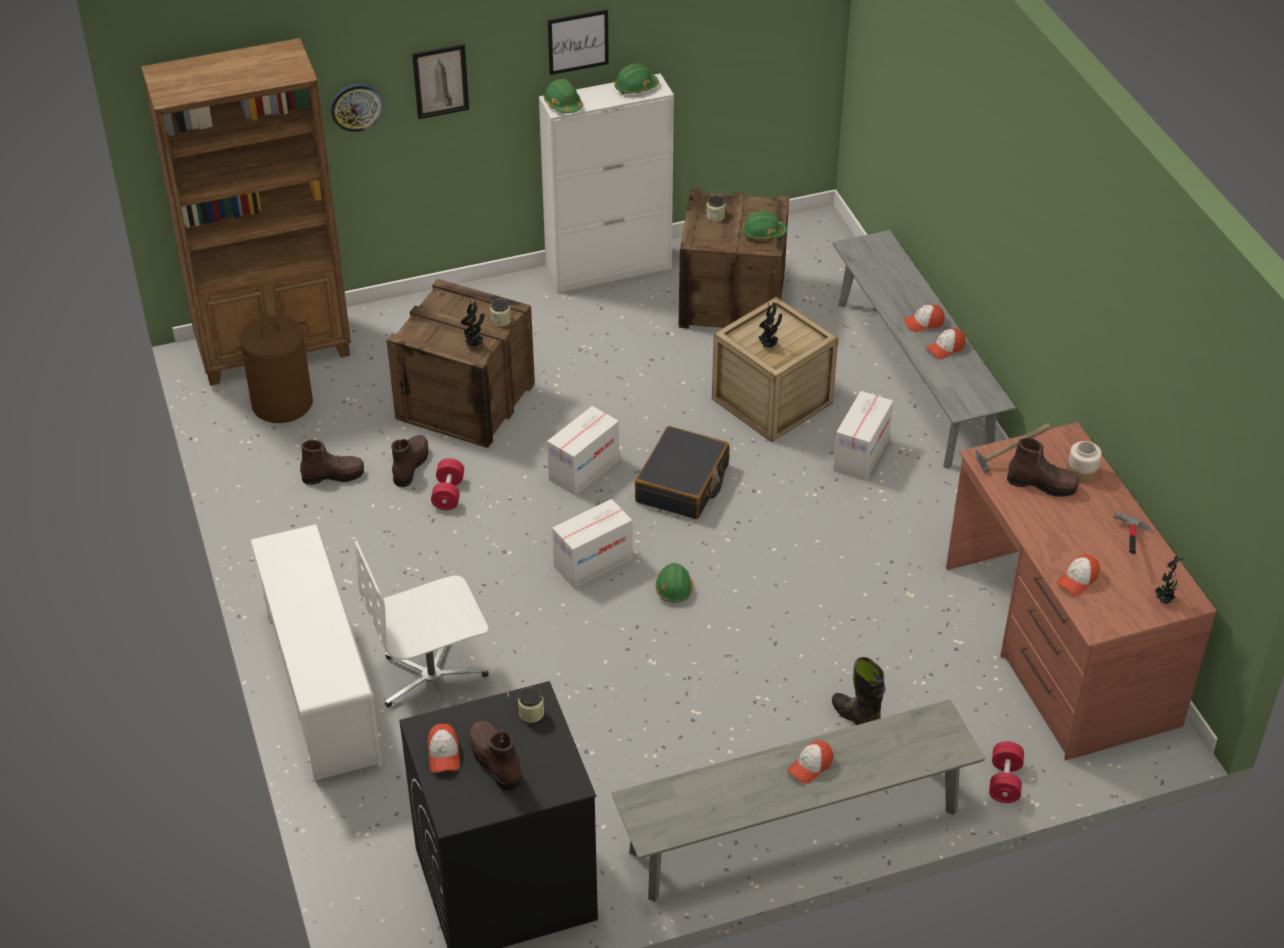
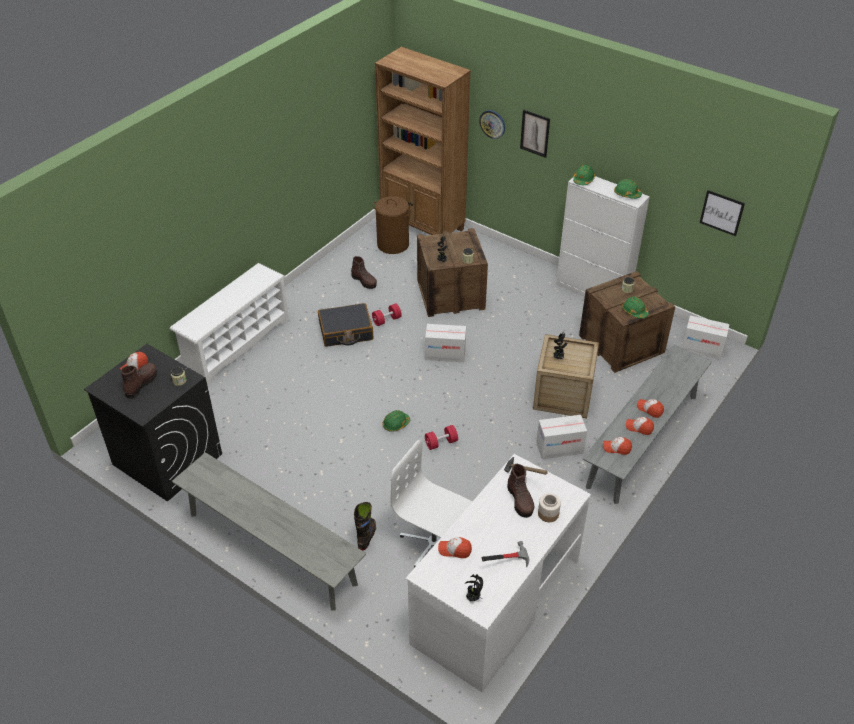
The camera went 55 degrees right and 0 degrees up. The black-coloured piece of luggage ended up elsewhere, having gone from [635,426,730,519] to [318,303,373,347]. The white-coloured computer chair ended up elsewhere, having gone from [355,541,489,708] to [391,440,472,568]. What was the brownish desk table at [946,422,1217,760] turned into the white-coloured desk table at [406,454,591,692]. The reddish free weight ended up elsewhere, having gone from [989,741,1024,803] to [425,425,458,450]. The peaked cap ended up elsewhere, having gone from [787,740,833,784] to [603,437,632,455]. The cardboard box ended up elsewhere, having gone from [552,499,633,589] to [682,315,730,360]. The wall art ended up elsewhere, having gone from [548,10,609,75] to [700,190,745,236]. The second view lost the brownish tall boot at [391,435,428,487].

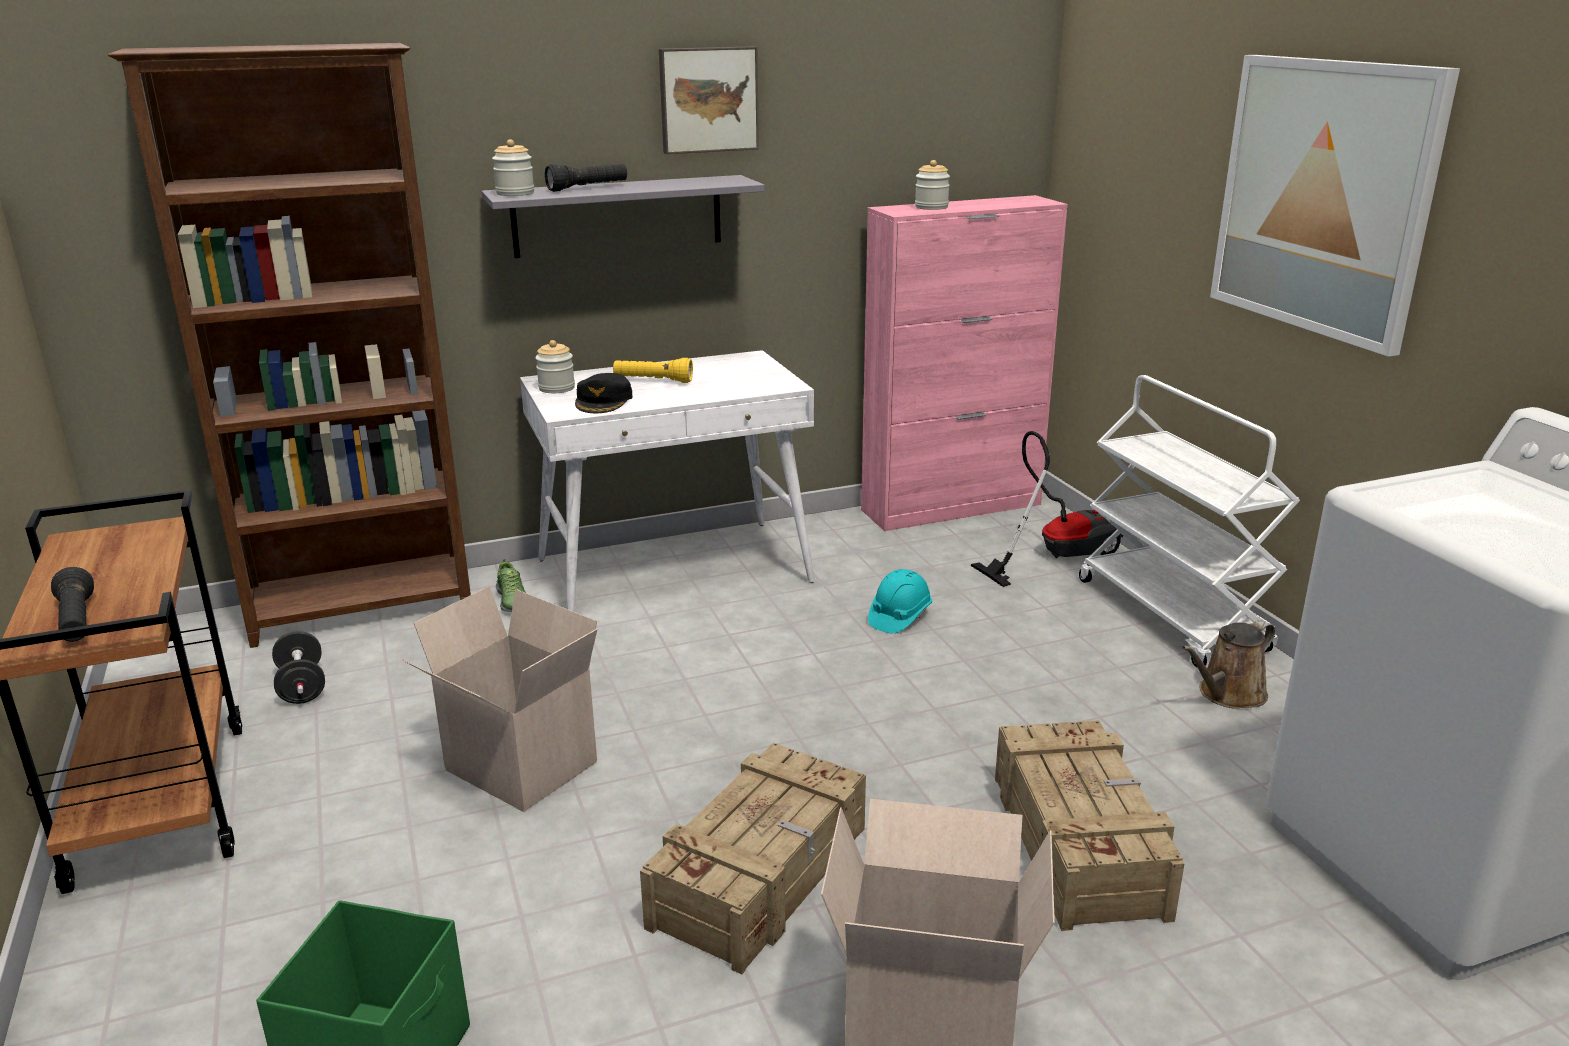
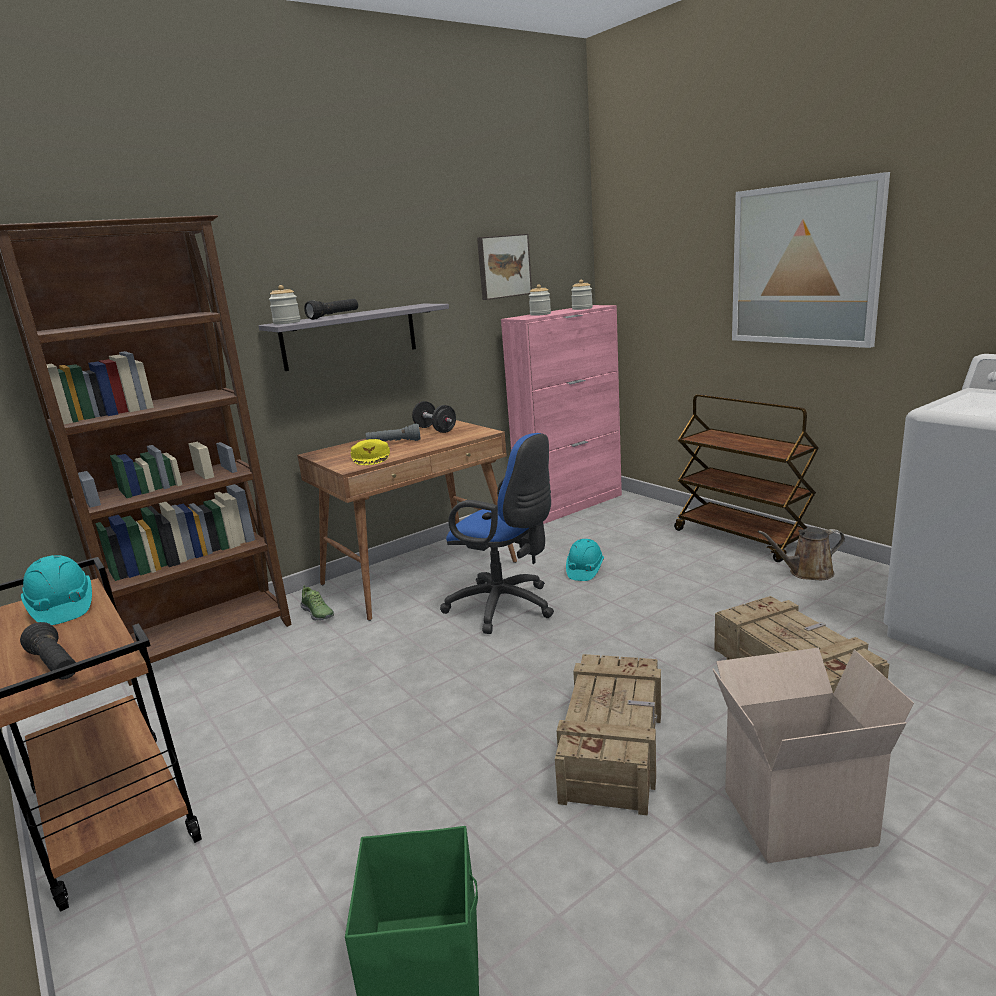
The camera went 15 degrees left and 5 degrees down. The second view gained the turquoise safety helmet at [21,555,92,625]. What was the white-coloured desk table at [520,350,815,612] turned into the brownish desk table at [297,420,517,621]. What was the black-coloured peaked cap at [575,373,632,413] turned into the yellow peaked cap at [351,439,390,465]. What was the yellow flashlight at [613,358,693,383] turned into the grey flashlight at [366,424,421,441]. The black-coloured free weight ended up elsewhere, having gone from [272,631,325,704] to [412,401,456,433]. The second view gained the bluish computer chair at [440,433,554,634]. The wall art ended up elsewhere, having gone from [659,46,759,154] to [477,234,532,300]. The jar ended up elsewhere, having gone from [535,340,575,393] to [571,280,593,310]. What was the white-coloured trolley at [1079,375,1300,668] turned into the brownish trolley at [674,394,819,562]. The brownish watering can at [1182,620,1275,709] ended up facing another way, 45 degrees clockwise from before. The second view lost the cardboard box at [398,586,597,812]. The second view lost the vacuum cleaner at [971,431,1123,587].

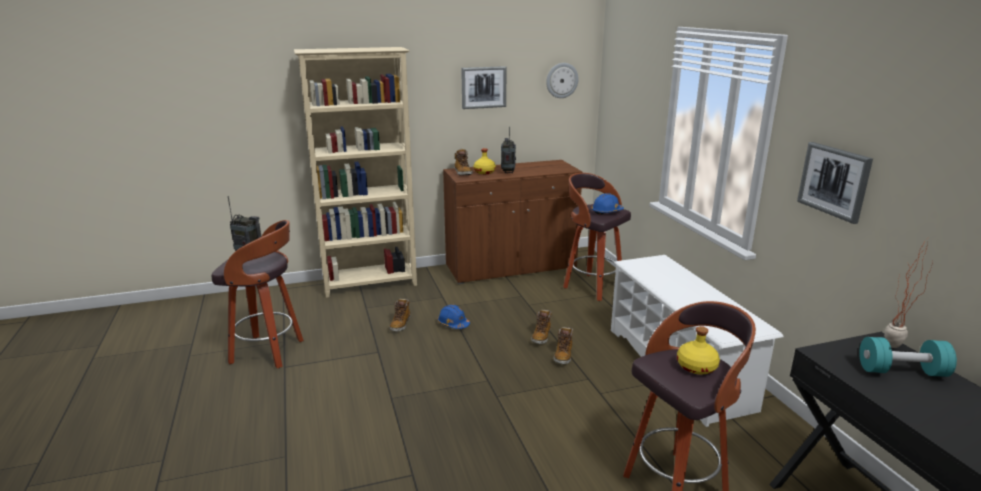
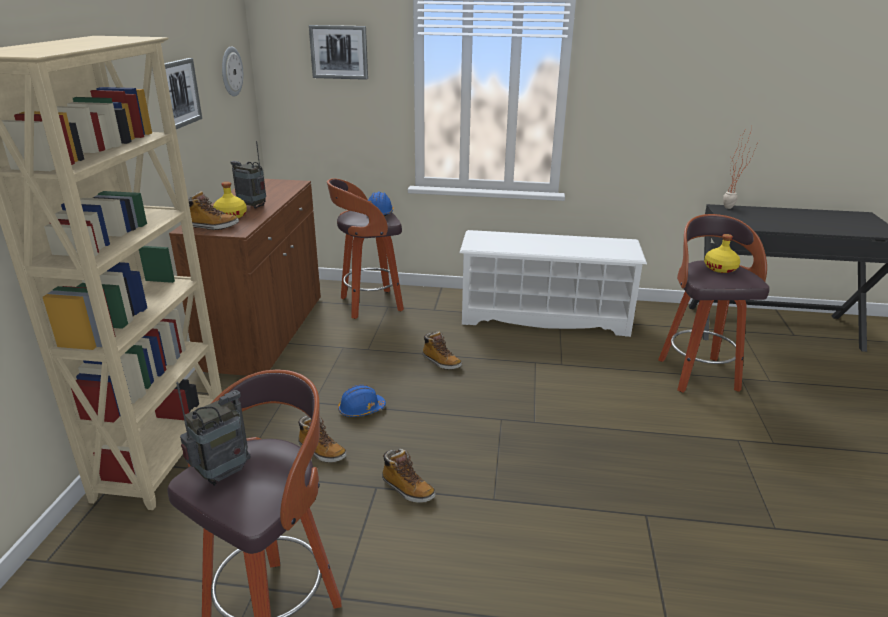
The camera went 65 degrees left and 5 degrees up. The wall art ended up elsewhere, having gone from [797,142,873,224] to [309,25,368,80]. The tall boot ended up elsewhere, having gone from [553,327,573,364] to [382,448,436,503]. The second view lost the turquoise free weight at [859,337,957,377].

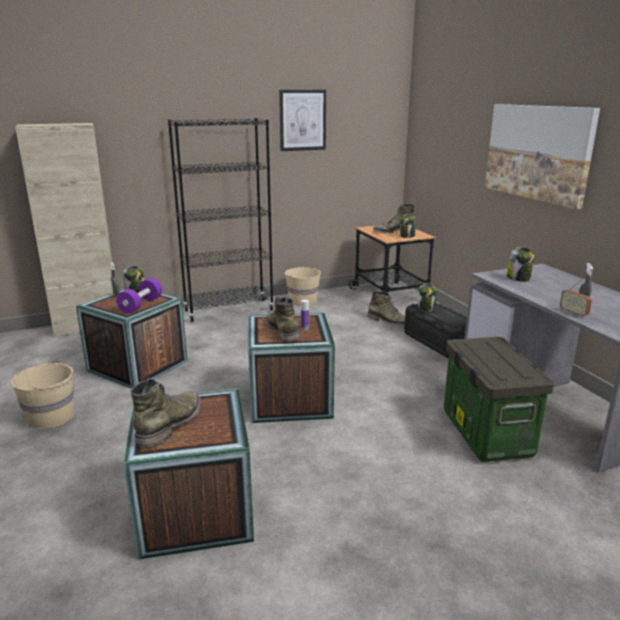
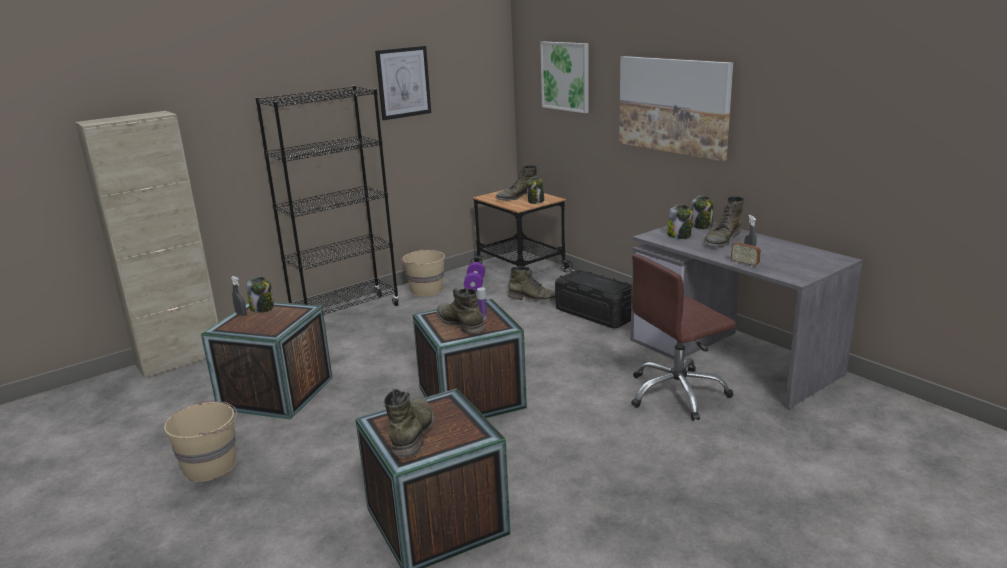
The camera went 15 degrees left and 0 degrees up. The purple free weight ended up elsewhere, having gone from [116,278,162,313] to [464,262,485,292]. The second view gained the wall art at [540,42,589,113]. Where the storage bin stood at [444,337,554,462], the brownish computer chair came to stand at [631,254,736,421]. The jar ended up elsewhere, having gone from [418,283,436,311] to [691,196,713,229]. The second view gained the greenish tall boot at [704,196,744,247].

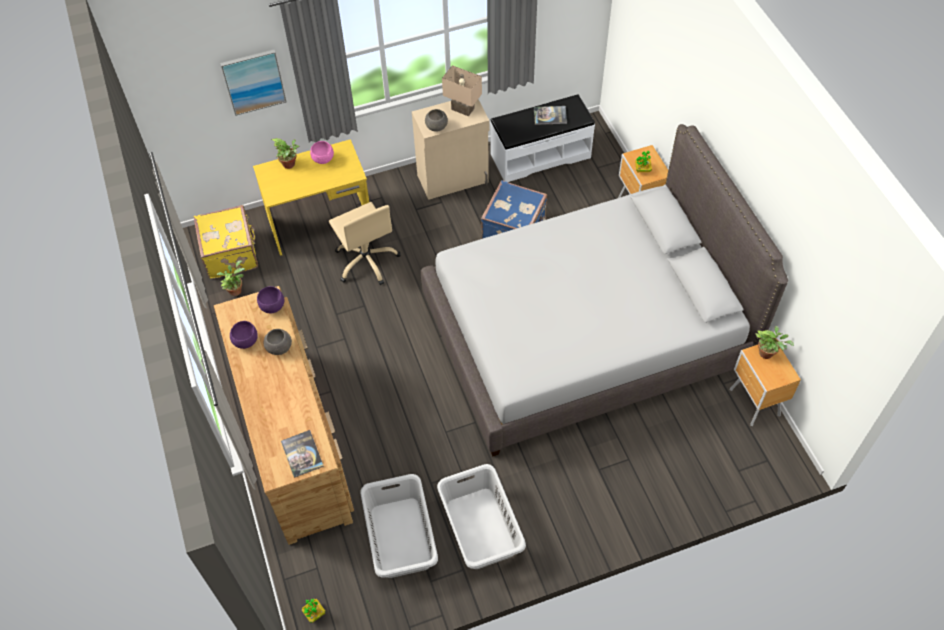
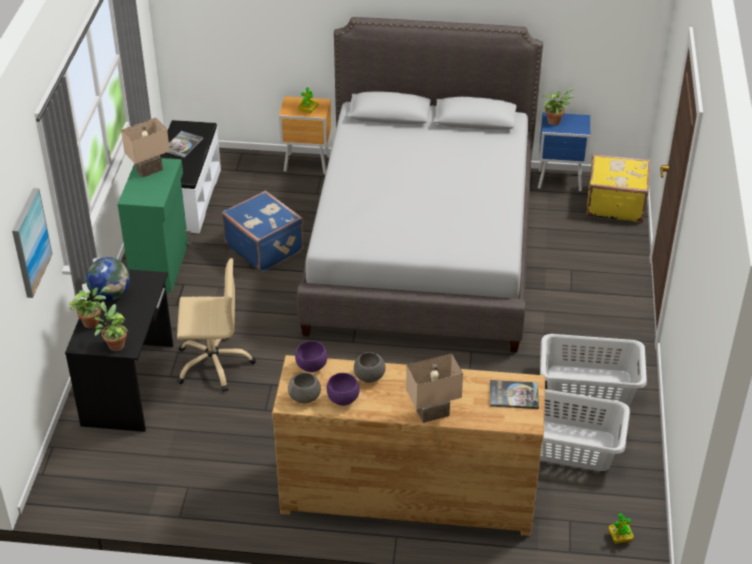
The camera went 65 degrees left and 15 degrees down. What was the yellow desk table at [253,139,369,256] turned into the black-coloured desk table at [65,269,173,432]. Where the pinkish bowl stood at [310,141,334,164], the globe came to stand at [86,257,130,300]. The plant in a pot ended up elsewhere, having gone from [217,260,245,296] to [95,302,128,351]. What was the beige-coloured cupboard at [412,99,489,200] turned into the greenish cupboard at [118,158,192,293]. The grey bowl ended up elsewhere, having gone from [425,109,448,132] to [288,373,321,403]. The second view gained the beige-coloured table lamp at [406,354,463,423]. What was the brownish night table at [730,345,801,426] turned into the bluish night table at [538,112,590,192]. The yellow piece of luggage ended up elsewhere, having gone from [193,205,258,279] to [586,154,651,222].

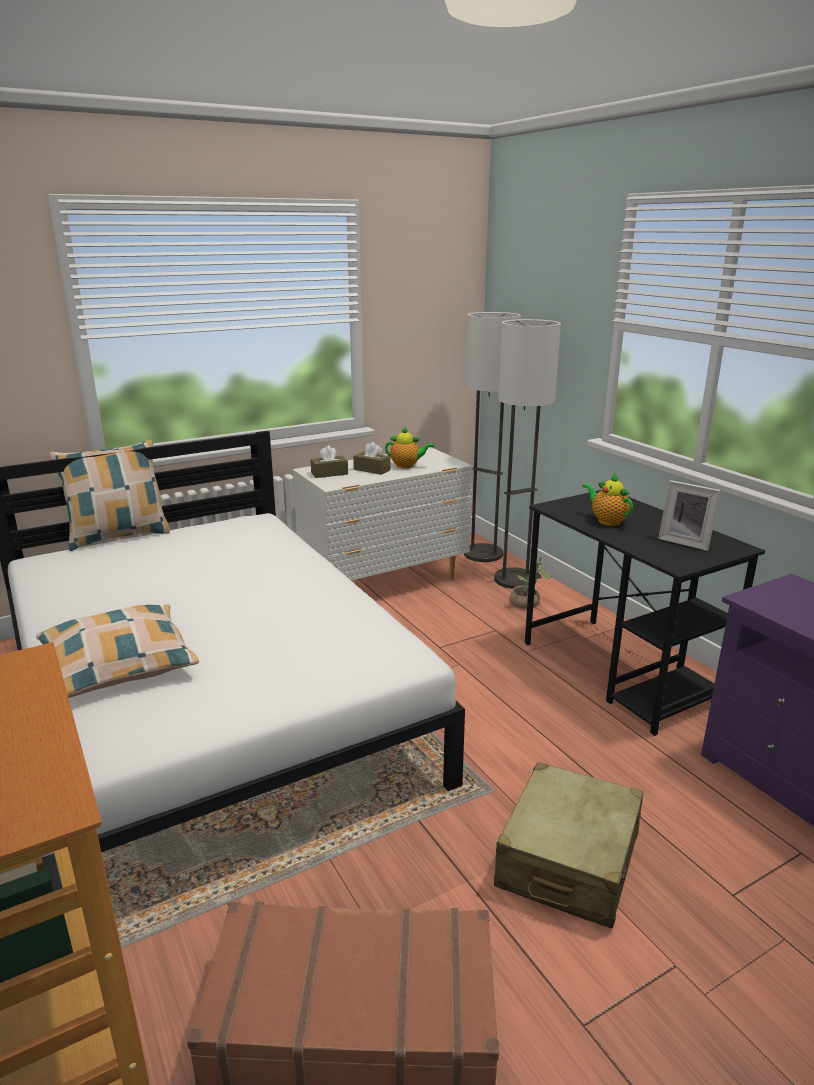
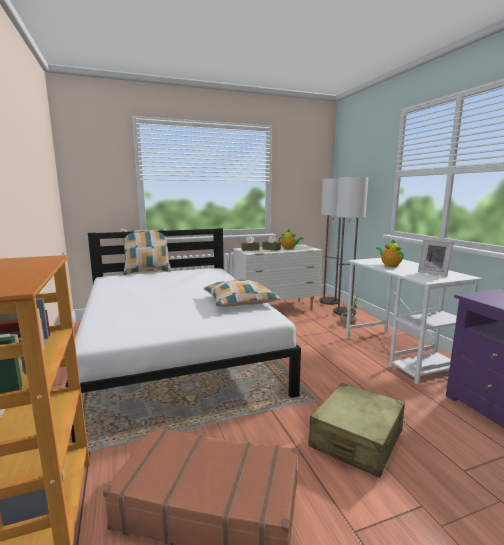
The camera went 10 degrees right and 10 degrees down. The cushion ended up elsewhere, having gone from [36,605,199,698] to [203,280,281,307]. What was the black-coloured desk table at [525,490,765,736] turned into the white-coloured desk table at [346,258,482,384].

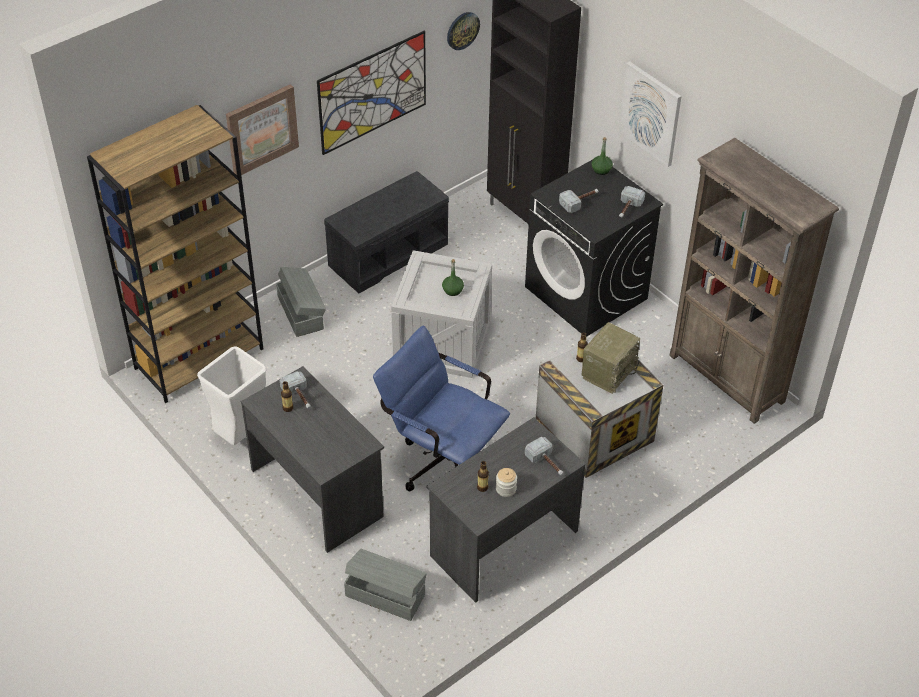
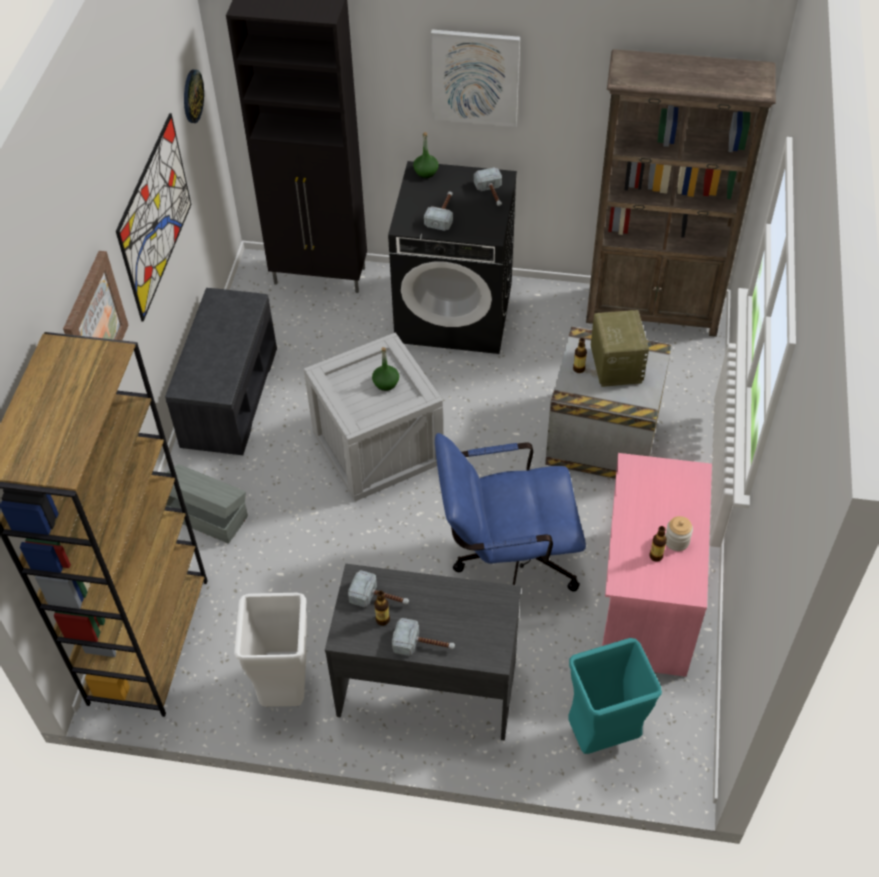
The camera went 40 degrees left and 5 degrees up. The hand hammer ended up elsewhere, having gone from [525,437,563,475] to [392,618,455,656]. Where the grey storage bin stood at [344,549,427,621], the turquoise waste bin came to stand at [569,638,662,754]. What was the grey desk table at [426,417,586,603] turned into the pinkish desk table at [602,453,712,677].

